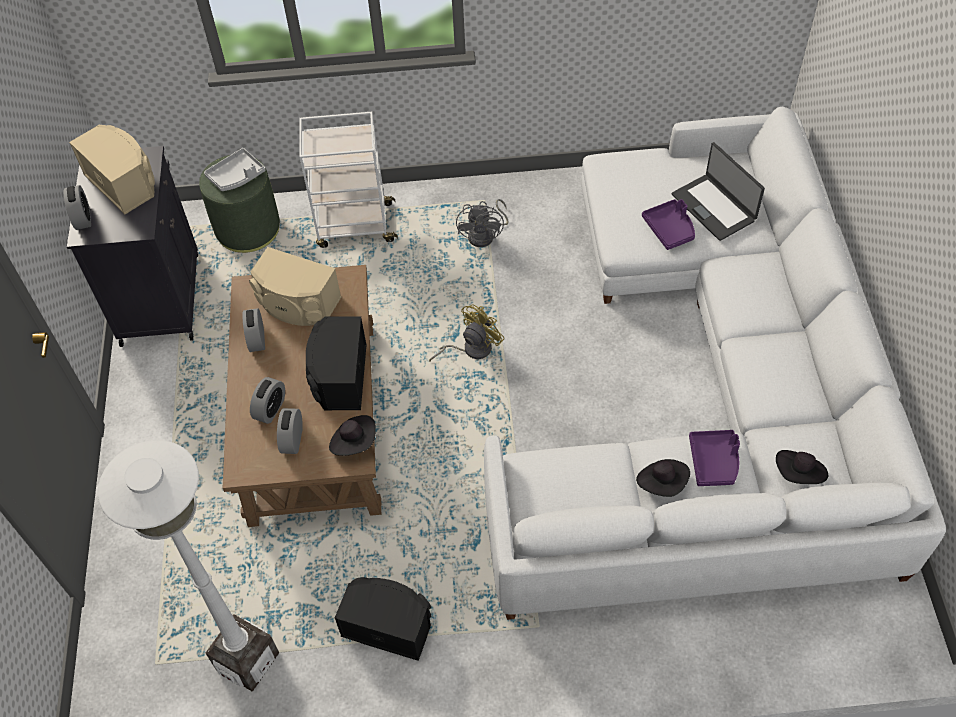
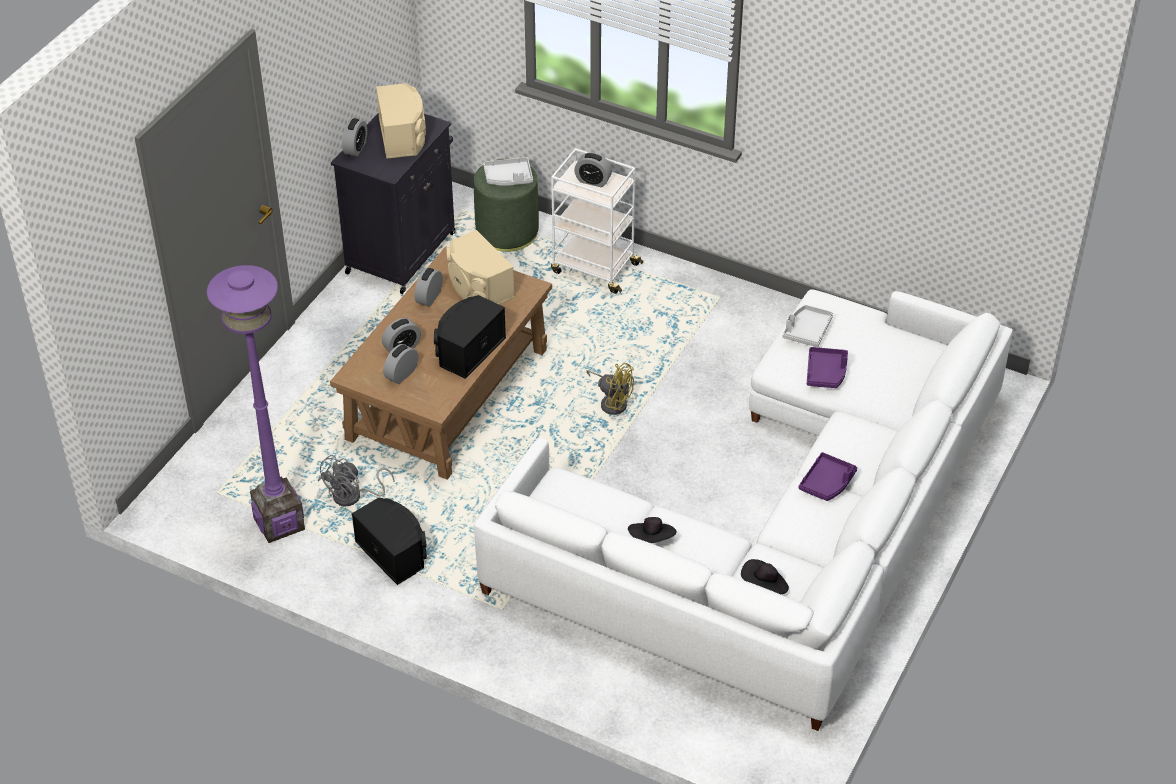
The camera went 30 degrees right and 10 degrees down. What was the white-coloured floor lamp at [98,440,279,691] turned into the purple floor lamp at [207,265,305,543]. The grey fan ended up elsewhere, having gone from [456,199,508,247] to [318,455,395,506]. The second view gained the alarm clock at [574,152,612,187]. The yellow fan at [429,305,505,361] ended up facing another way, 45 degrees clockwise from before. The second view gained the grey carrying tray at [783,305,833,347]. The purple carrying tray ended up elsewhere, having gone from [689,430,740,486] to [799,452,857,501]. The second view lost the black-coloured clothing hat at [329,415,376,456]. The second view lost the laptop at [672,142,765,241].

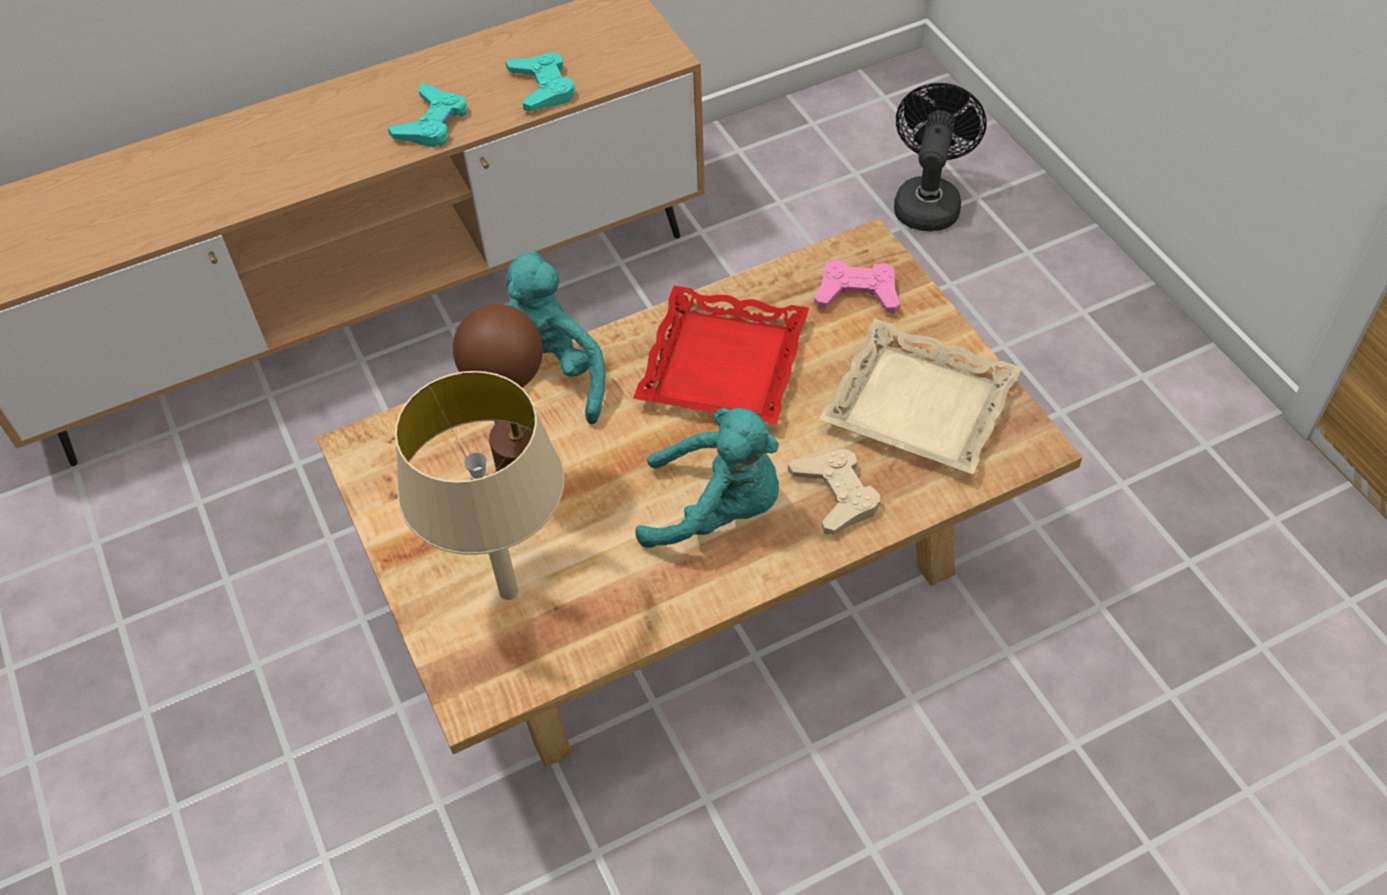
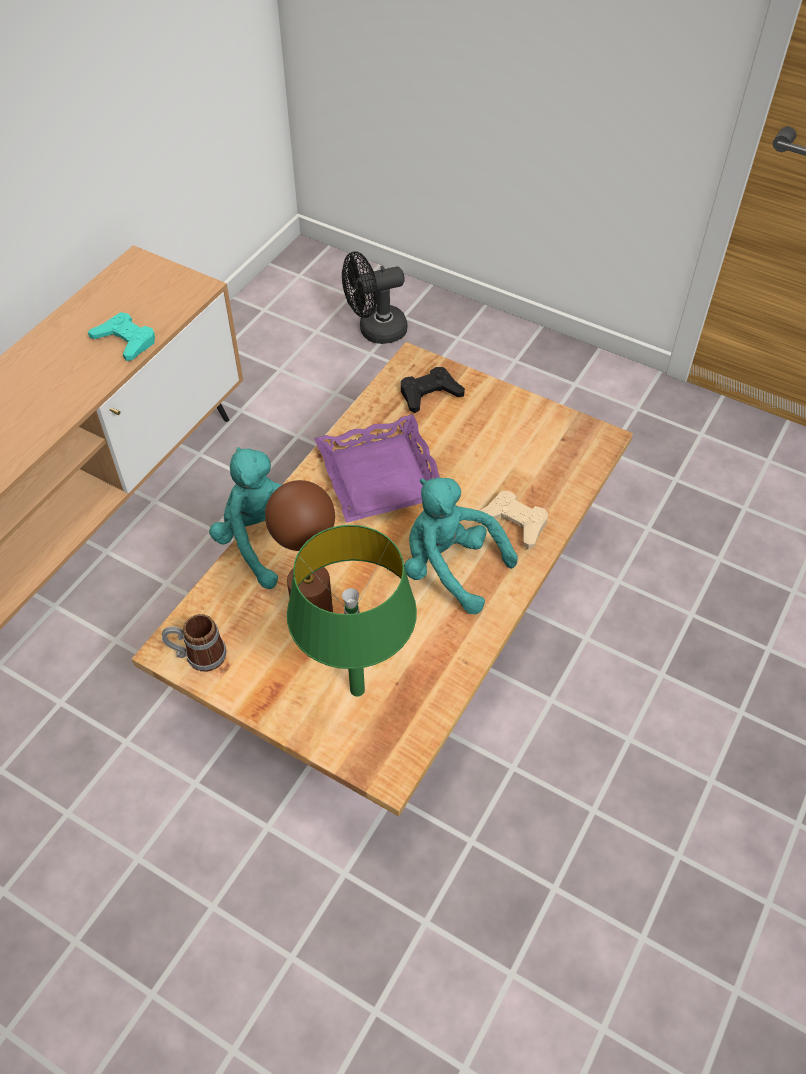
The camera went 35 degrees left and 0 degrees up. The second view gained the coffee mug at [162,614,227,672]. What was the beige-coloured table lamp at [395,371,564,600] turned into the greenish table lamp at [287,525,417,697]. What was the reddish carrying tray at [633,286,809,424] turned into the purple carrying tray at [314,414,440,523]. The black-coloured fan at [894,83,987,231] ended up facing another way, 90 degrees counterclockwise from before. What was the pinkish gamepad at [814,260,900,314] turned into the black-coloured gamepad at [401,367,465,413]. The turquoise soft toy at [635,408,779,548] ended up facing another way, 120 degrees counterclockwise from before. The second view lost the turquoise gamepad at [388,84,467,148]. The second view lost the beige-coloured carrying tray at [819,319,1022,474].

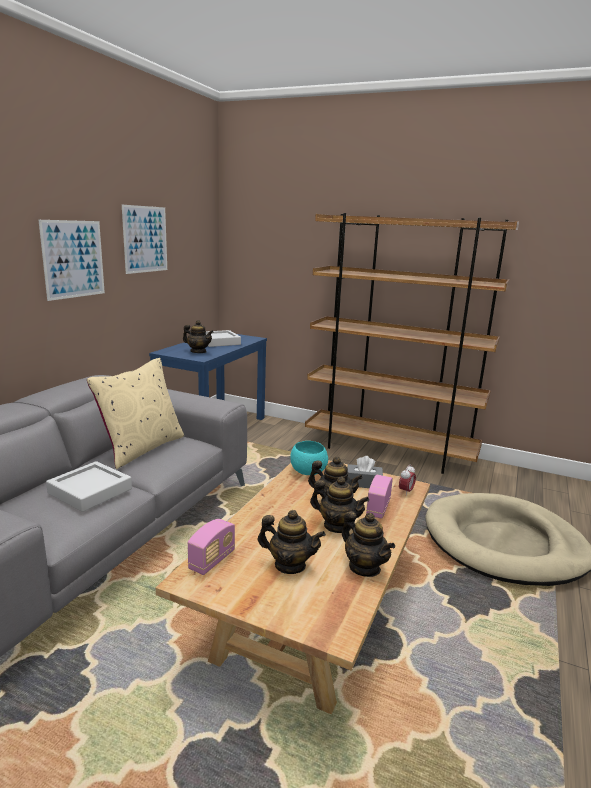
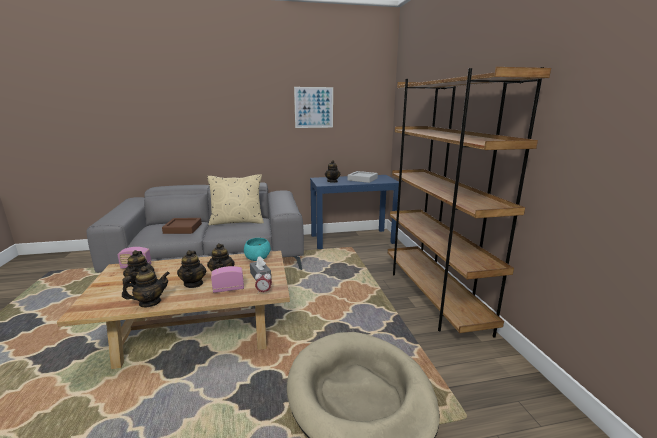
The camera went 55 degrees right and 0 degrees up. The tea pot at [342,511,395,577] ended up facing another way, 135 degrees counterclockwise from before. What was the grey carrying tray at [46,461,132,512] turned into the brownish carrying tray at [162,218,202,234]. The second view lost the wall art at [39,220,105,301].

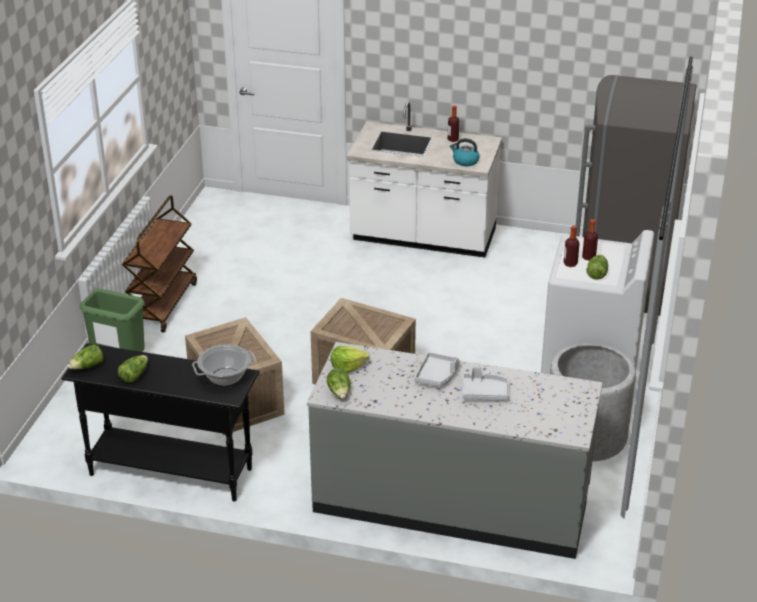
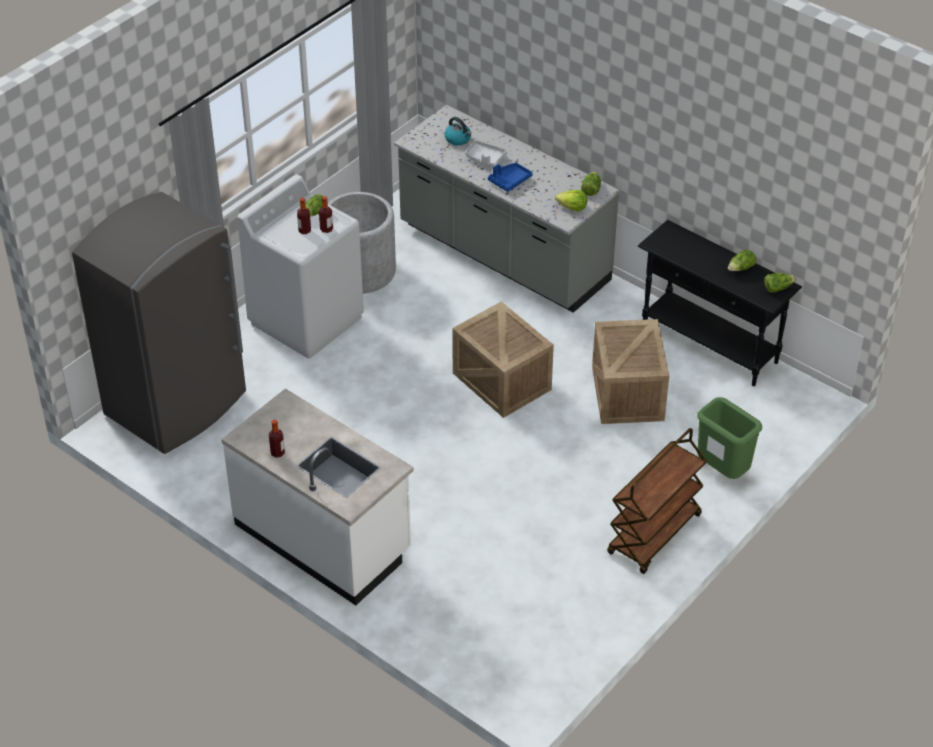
The camera went 155 degrees left and 10 degrees up. The tea kettle ended up elsewhere, having gone from [450,138,480,166] to [444,117,471,145]. What was the grey carrying tray at [414,352,460,387] turned into the bluish carrying tray at [488,163,533,192]. The second view lost the saucepot at [192,344,257,386].

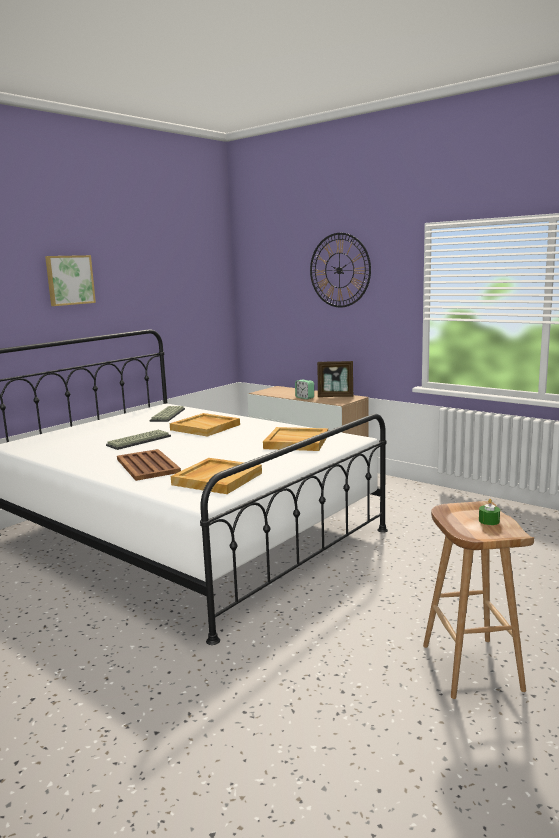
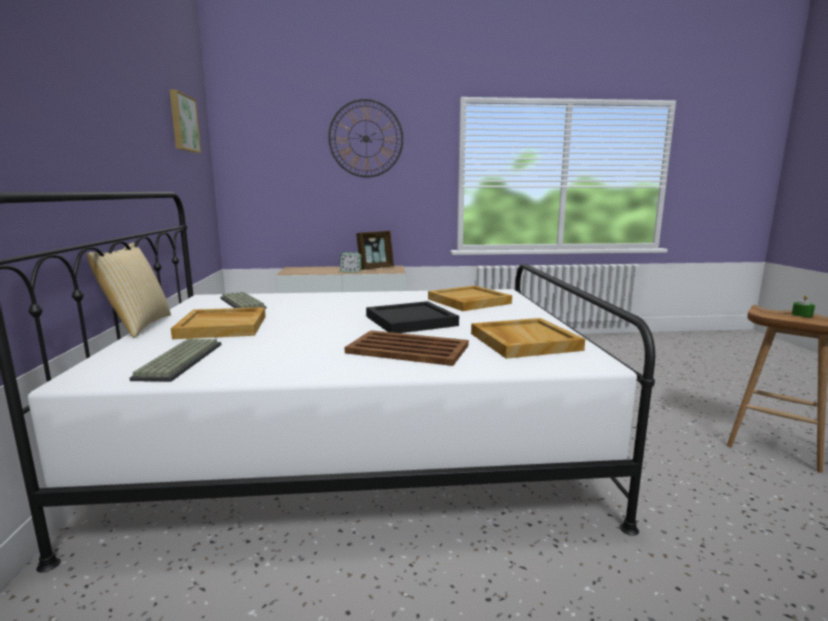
The camera went 45 degrees left and 0 degrees up. The second view gained the cushion at [87,242,171,338]. The PC keyboard ended up elsewhere, having gone from [106,430,171,450] to [130,339,221,382]. The wall art ended up elsewhere, having gone from [45,255,96,306] to [169,90,201,153]. The beige-coloured carrying tray ended up elsewhere, having gone from [170,413,240,437] to [171,307,266,339]. The second view gained the black-coloured carrying tray at [366,301,459,333].

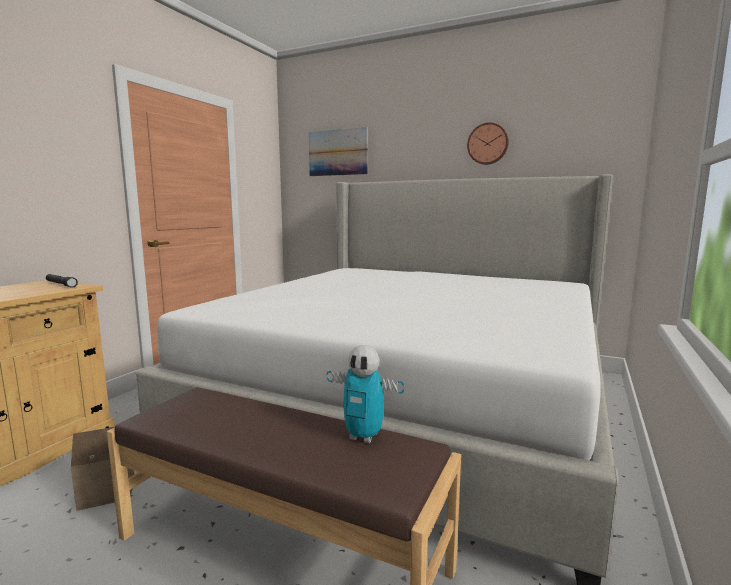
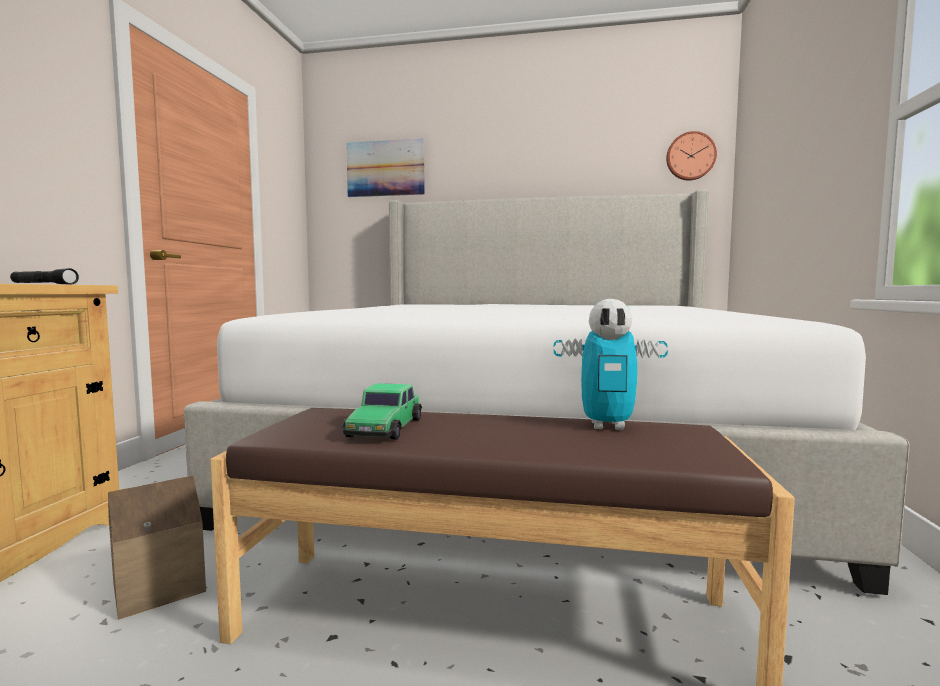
The camera went 15 degrees left and 5 degrees down. The second view gained the miniature car at [342,383,422,440]. The hanging clock ended up elsewhere, having gone from [467,122,509,165] to [666,131,717,181].

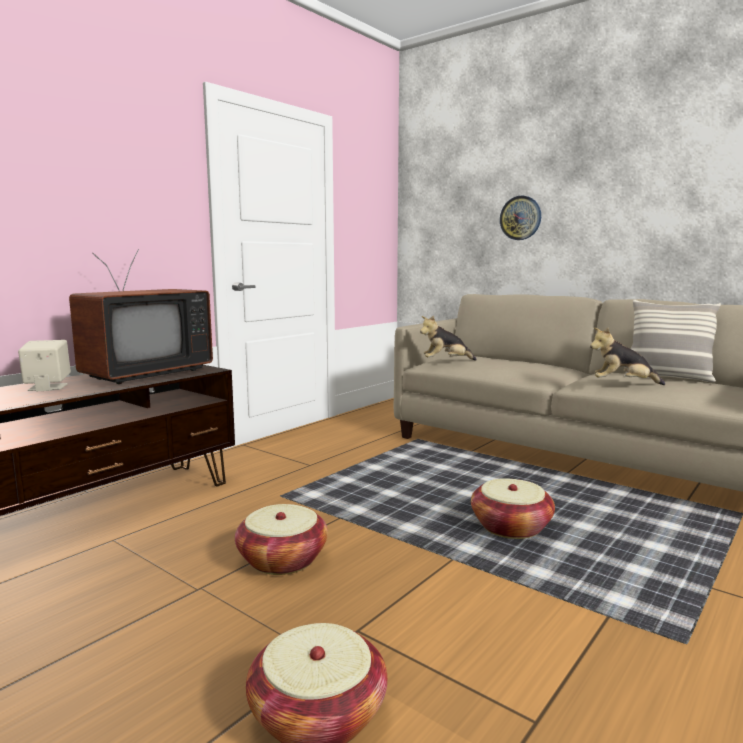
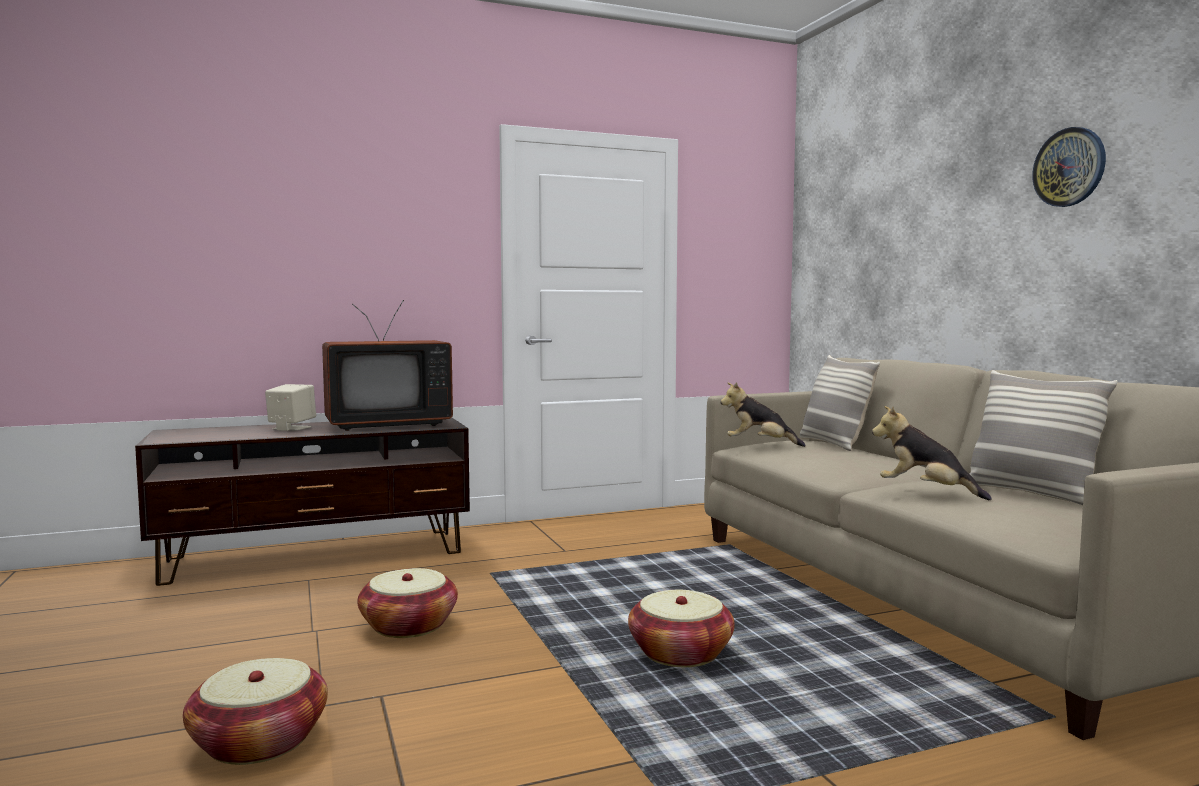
The camera went 30 degrees right and 5 degrees down. The second view gained the cushion at [800,355,880,451]. The hanging clock ended up elsewhere, having gone from [500,196,541,240] to [1032,127,1106,207].

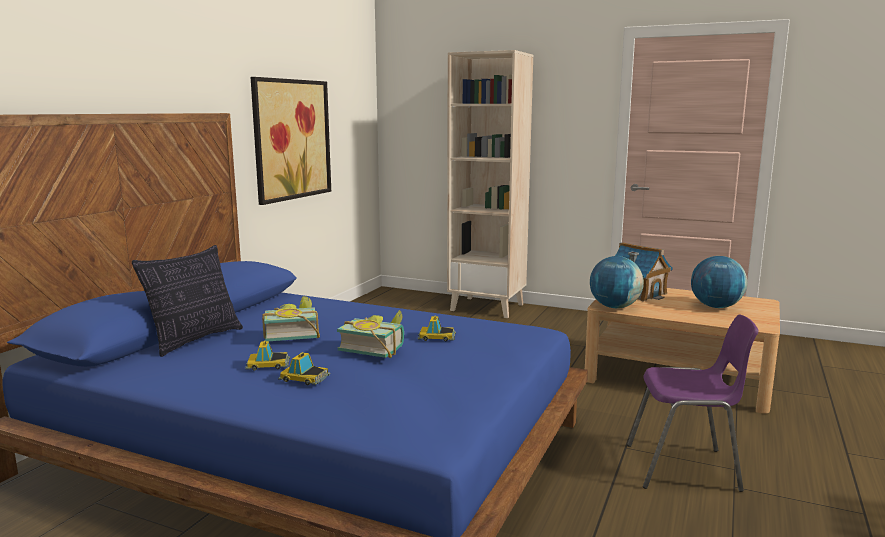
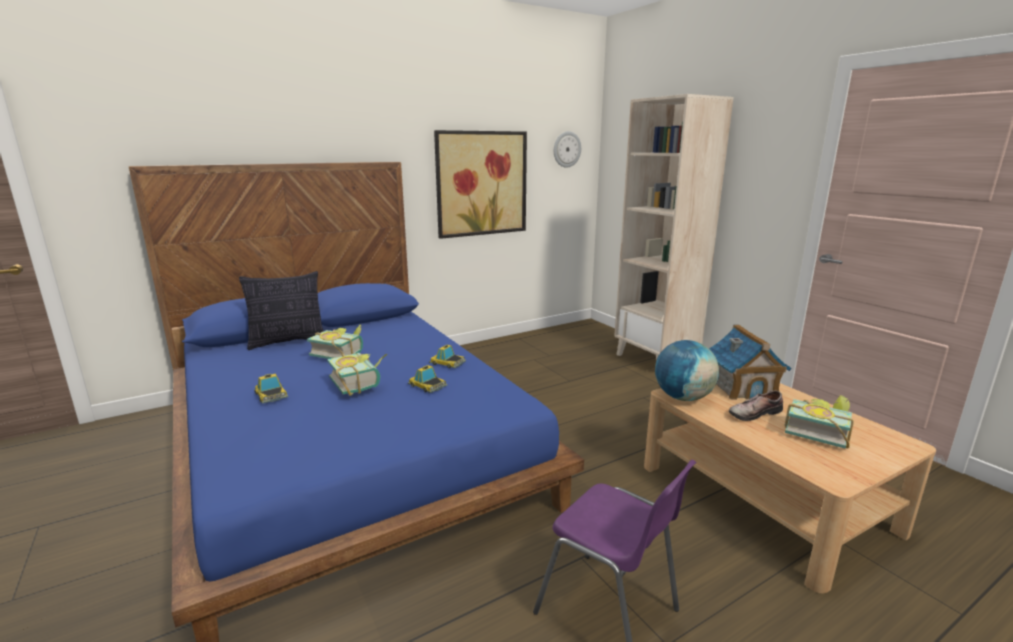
The camera went 35 degrees right and 5 degrees up. The miniature car ended up elsewhere, having gone from [245,341,290,370] to [429,344,466,368]. The second view gained the hanging clock at [554,131,581,168]. The second view gained the shoe at [729,390,783,421]. Where the globe stood at [691,256,747,308], the bound book came to stand at [785,395,854,449].

